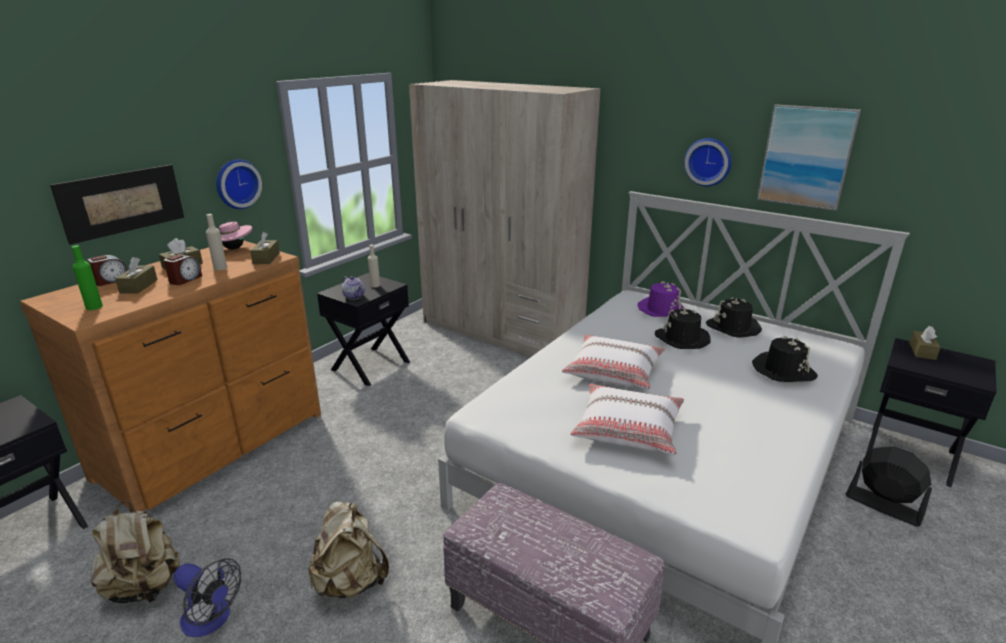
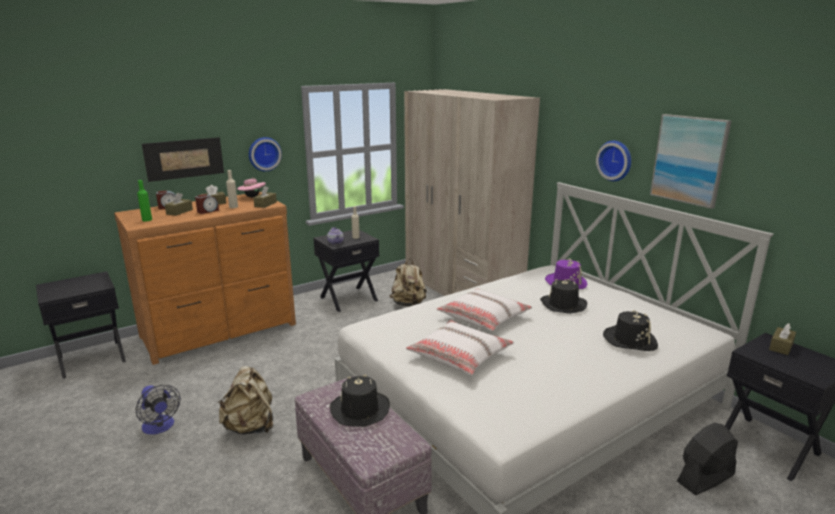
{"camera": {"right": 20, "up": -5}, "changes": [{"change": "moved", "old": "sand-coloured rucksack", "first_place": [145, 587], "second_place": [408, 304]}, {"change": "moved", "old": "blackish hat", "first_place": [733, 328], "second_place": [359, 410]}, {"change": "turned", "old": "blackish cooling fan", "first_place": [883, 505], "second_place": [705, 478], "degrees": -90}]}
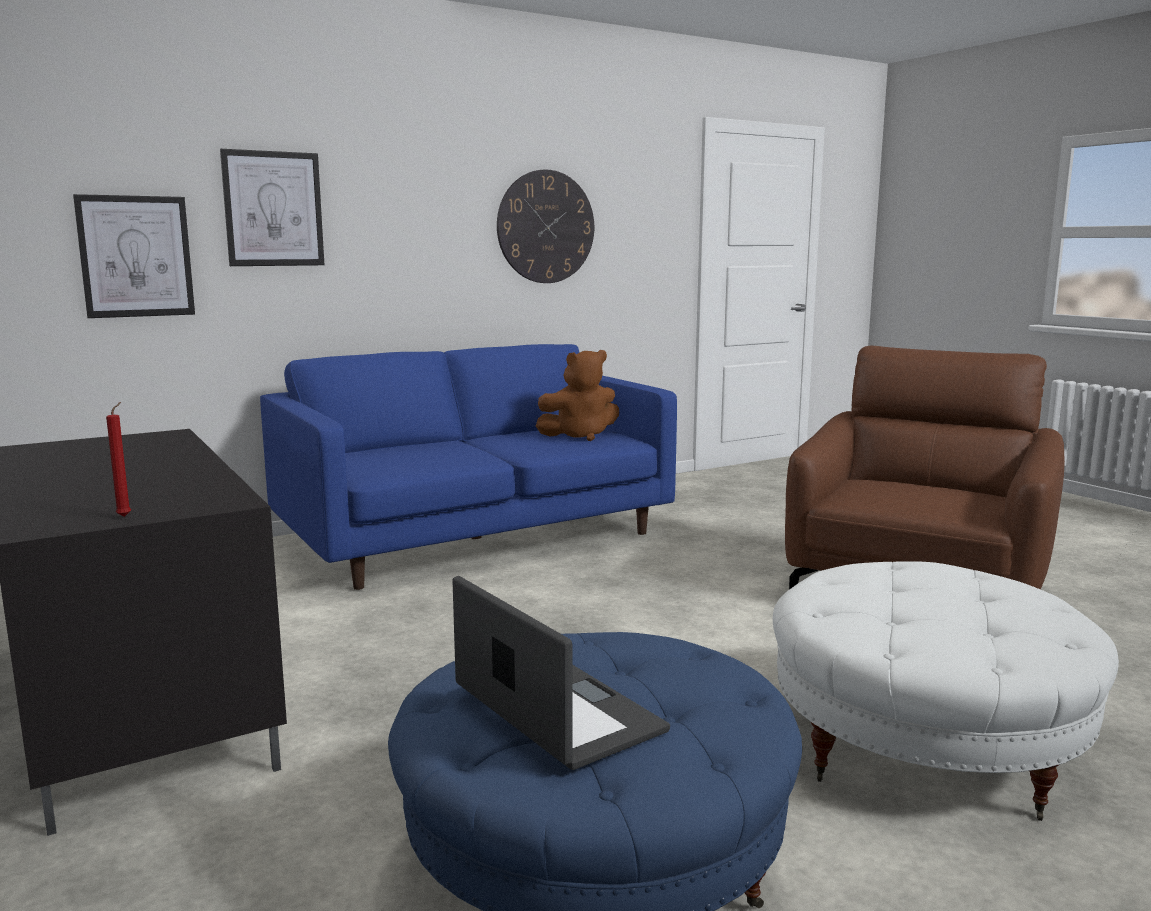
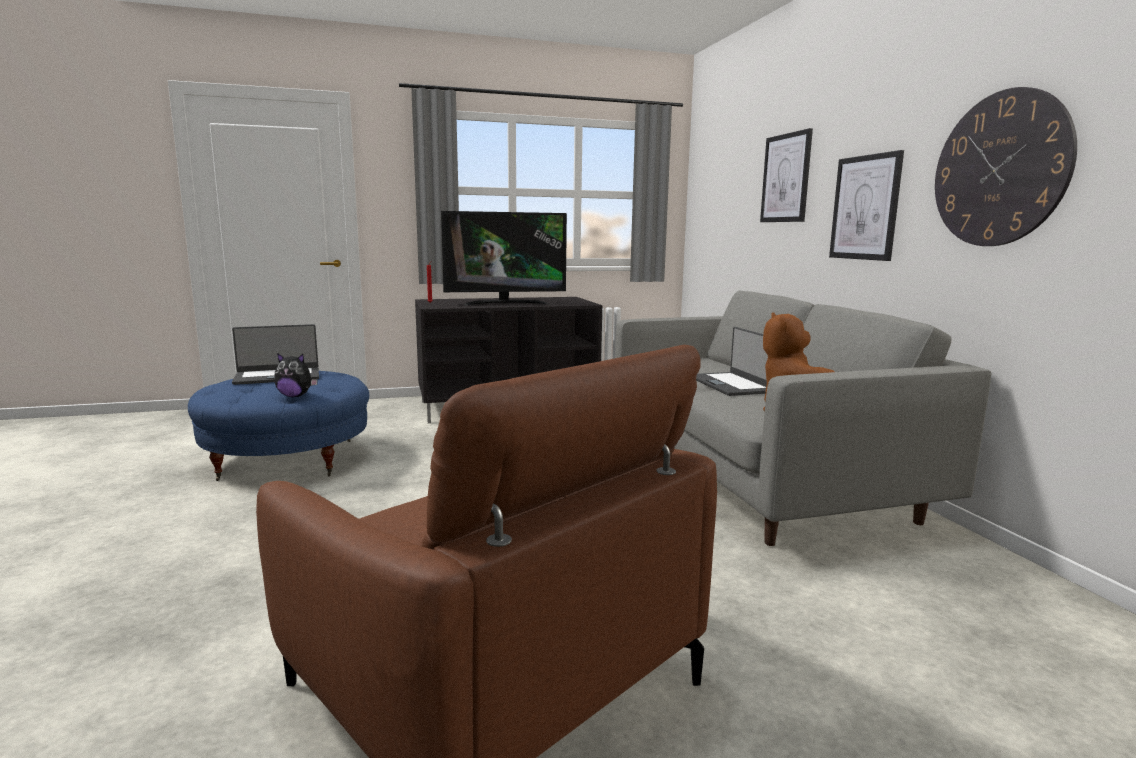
{"camera": {"right": 105, "up": 0}, "changes": [{"change": "moved", "old": "picture", "first_place": [136, 256], "second_place": [865, 208]}, {"change": "recoloured", "old": "blue-coloured settee", "new": "grey settee", "first_place": [475, 538], "second_place": [754, 473]}, {"change": "removed", "old": "whitish pouffe", "first_place": [924, 745]}, {"change": "added", "new": "cuddly toy", "second_place": [295, 396]}, {"change": "added", "new": "TV set", "second_place": [505, 303]}, {"change": "added", "new": "notebook computer", "second_place": [732, 384]}]}
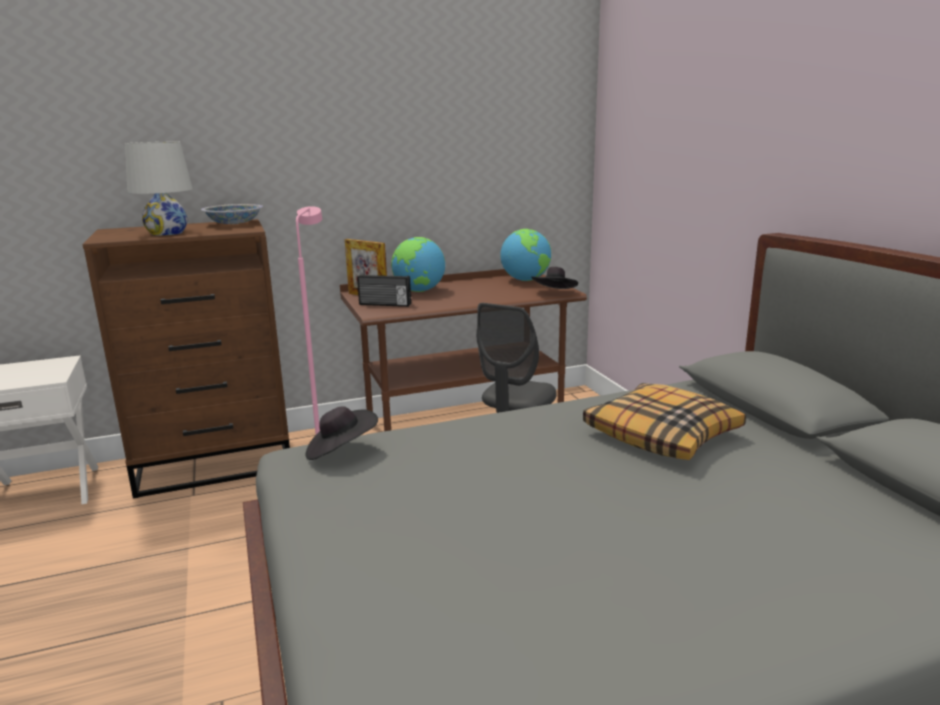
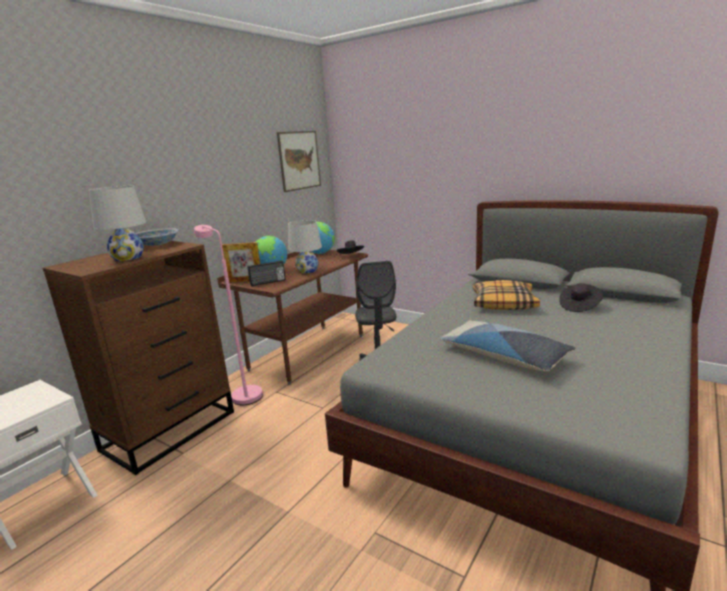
{"camera": {"right": -35, "up": 0}, "changes": [{"change": "moved", "old": "blackish hat", "first_place": [341, 451], "second_place": [579, 306]}, {"change": "added", "new": "picture", "second_place": [299, 160]}, {"change": "added", "new": "whitish tabletop lamp", "second_place": [307, 271]}, {"change": "added", "new": "pillow", "second_place": [503, 356]}]}
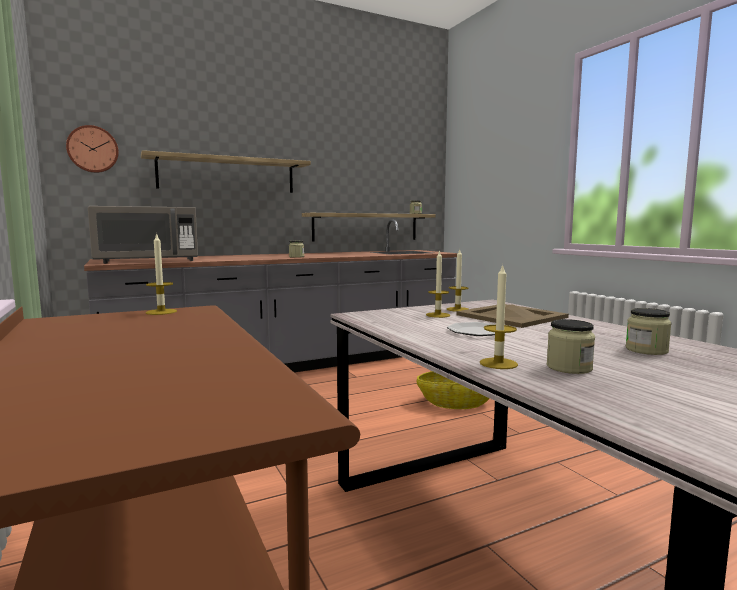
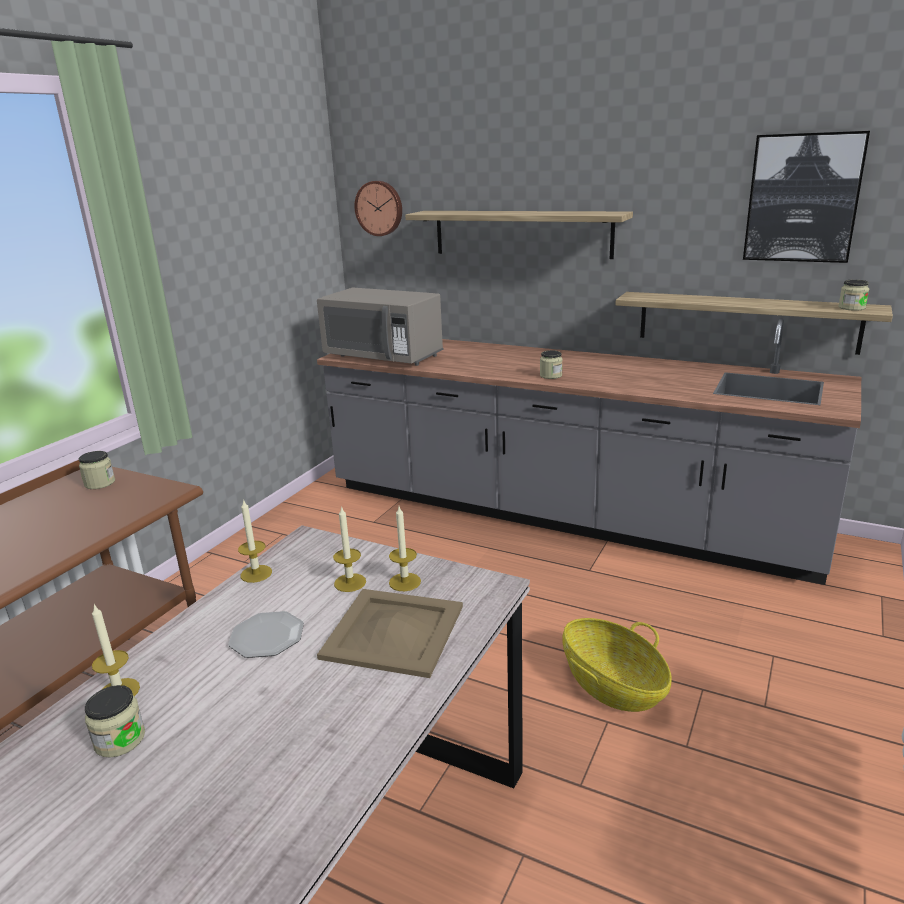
{"camera": {"right": 55, "up": 15}, "changes": [{"change": "moved", "old": "wax candle", "first_place": [161, 312], "second_place": [256, 573]}, {"change": "moved", "old": "preserve jar", "first_place": [646, 350], "second_place": [100, 483]}, {"change": "added", "new": "picture", "second_place": [803, 198]}]}
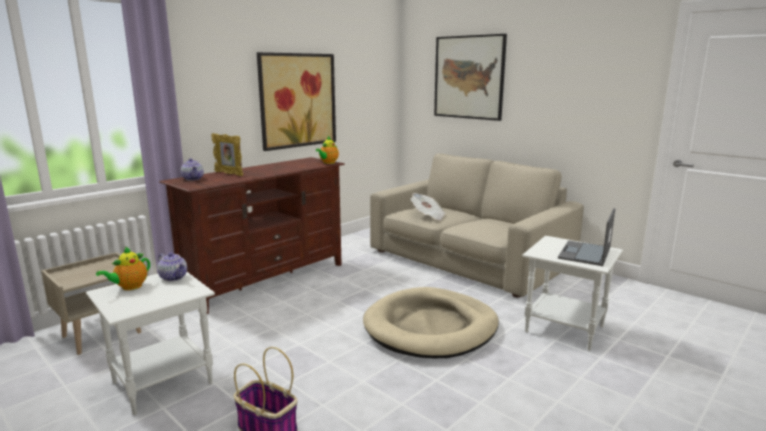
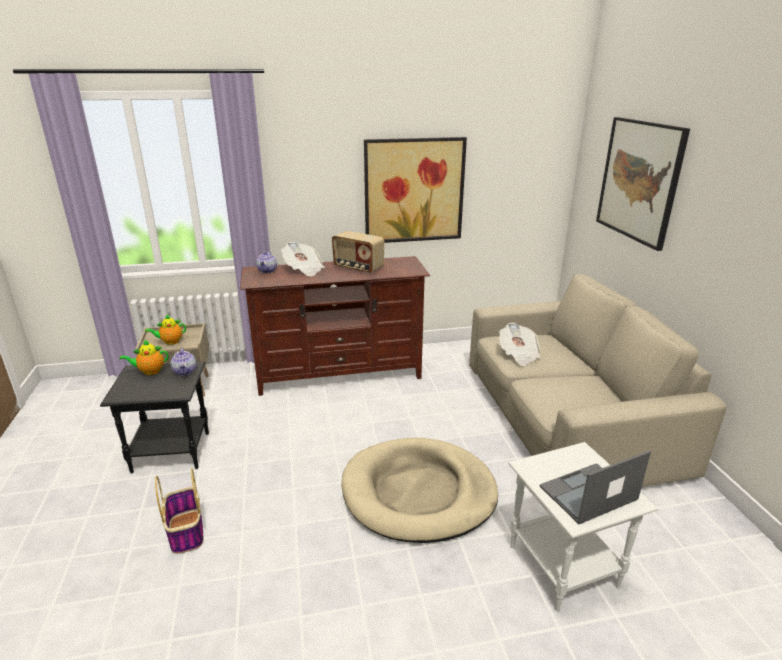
{"camera": {"right": 35, "up": 10}, "changes": [{"change": "recoloured", "old": "whitish accent table", "new": "blackish accent table", "first_place": [164, 382], "second_place": [172, 452]}, {"change": "replaced", "old": "photo frame", "new": "printed paper", "first_place": [229, 174], "second_place": [303, 270]}, {"change": "moved", "old": "tea pot", "first_place": [328, 163], "second_place": [170, 342]}, {"change": "added", "new": "radio set", "second_place": [358, 268]}]}
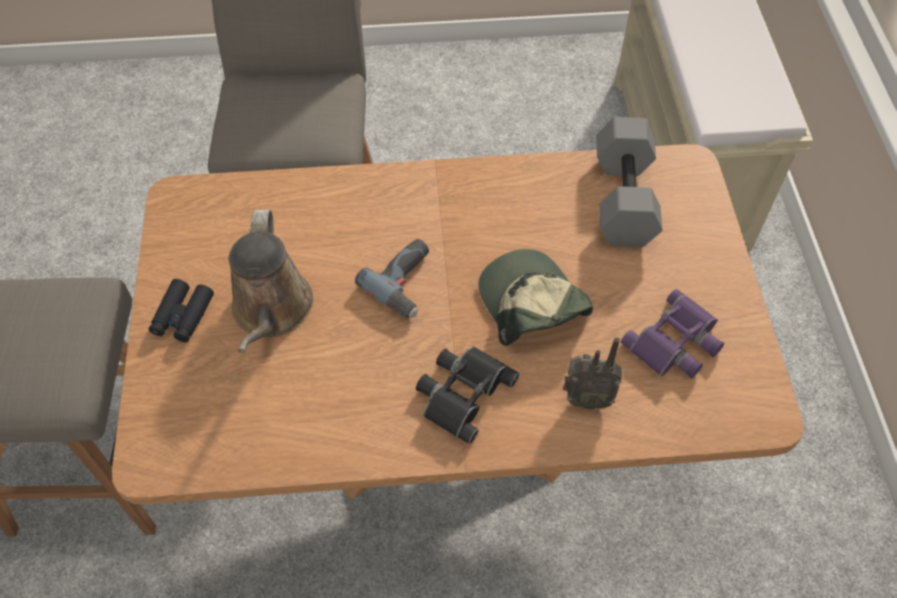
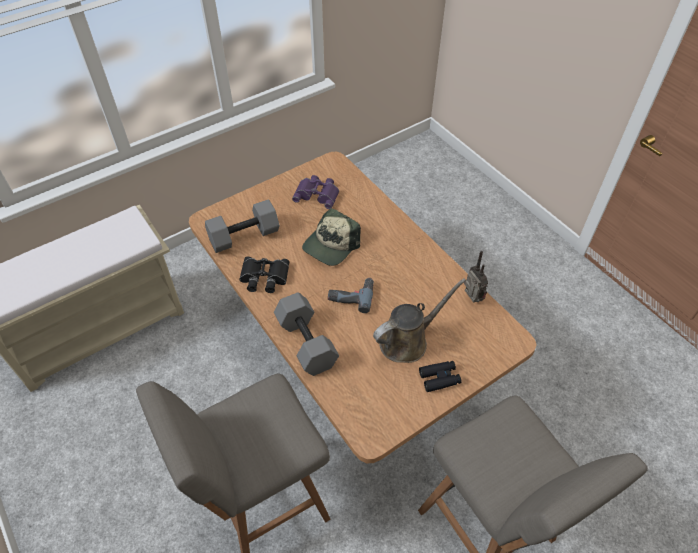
{"camera": {"right": -120, "up": -5}, "changes": [{"change": "moved", "old": "blackish binoculars", "first_place": [462, 392], "second_place": [264, 278]}, {"change": "moved", "old": "radio set", "first_place": [585, 399], "second_place": [471, 299]}, {"change": "added", "new": "grey free weight", "second_place": [305, 342]}]}
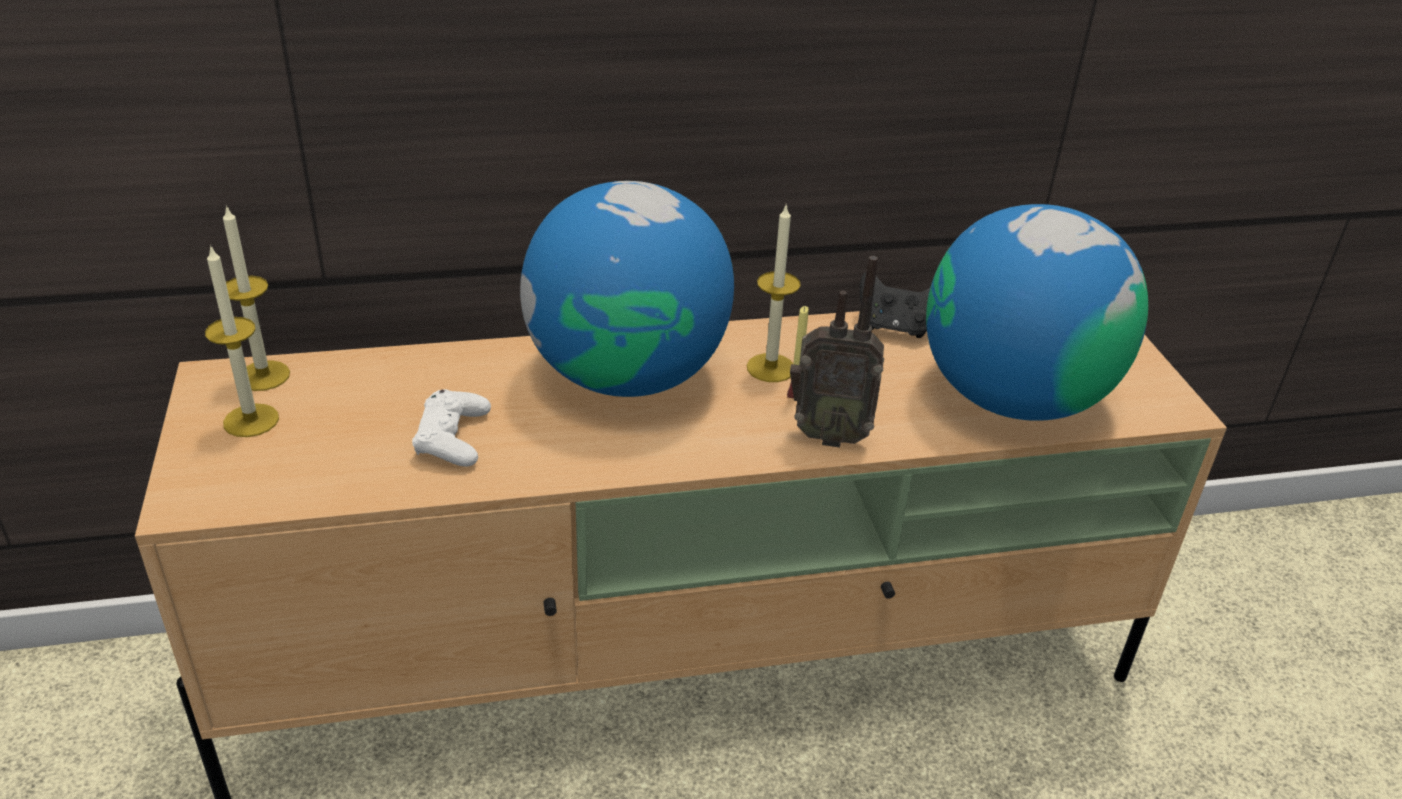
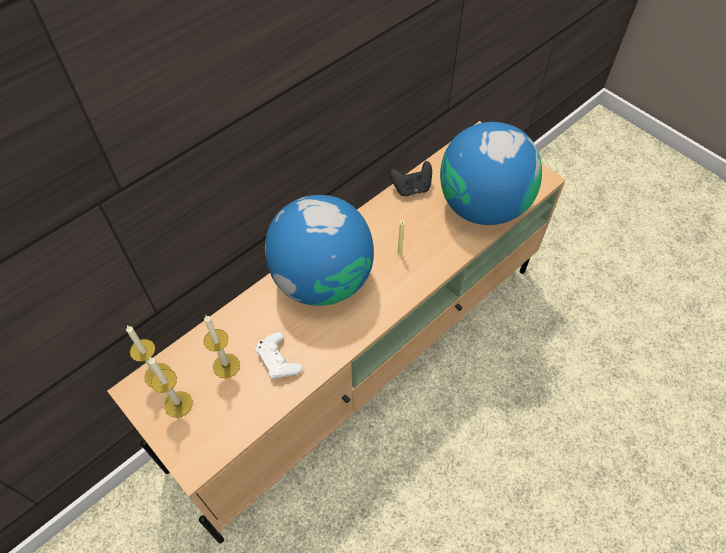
{"camera": {"right": -30, "up": 20}, "changes": [{"change": "moved", "old": "wax candle", "first_place": [770, 368], "second_place": [226, 365]}, {"change": "removed", "old": "radio set", "first_place": [827, 434]}]}
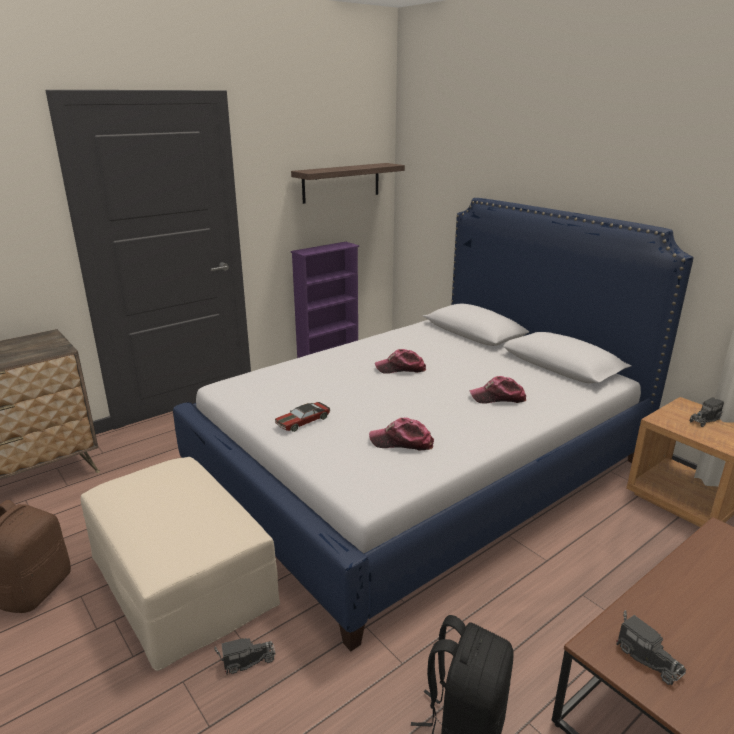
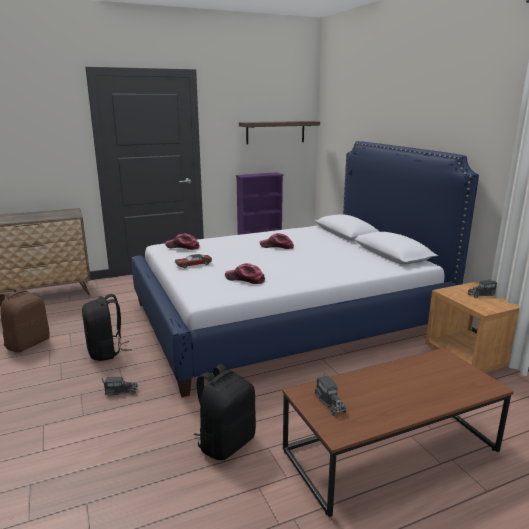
{"camera": {"right": 15, "up": -5}, "changes": [{"change": "replaced", "old": "sand-coloured pouffe", "new": "blackish rucksack", "first_place": [182, 582], "second_place": [106, 352]}, {"change": "moved", "old": "baseball cap", "first_place": [498, 398], "second_place": [183, 247]}]}
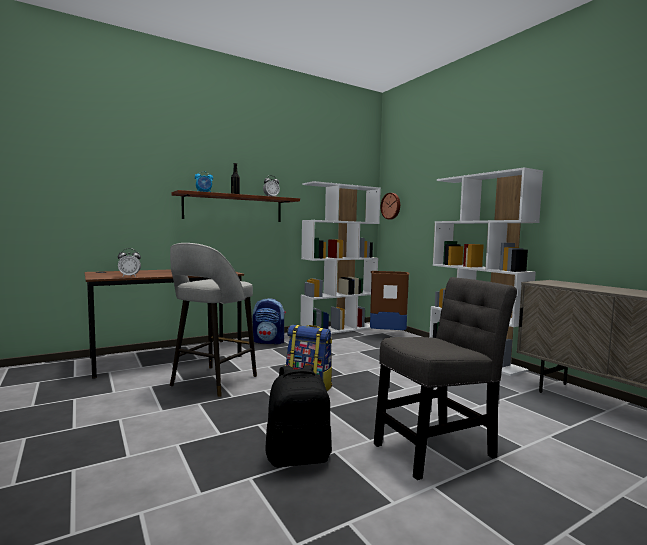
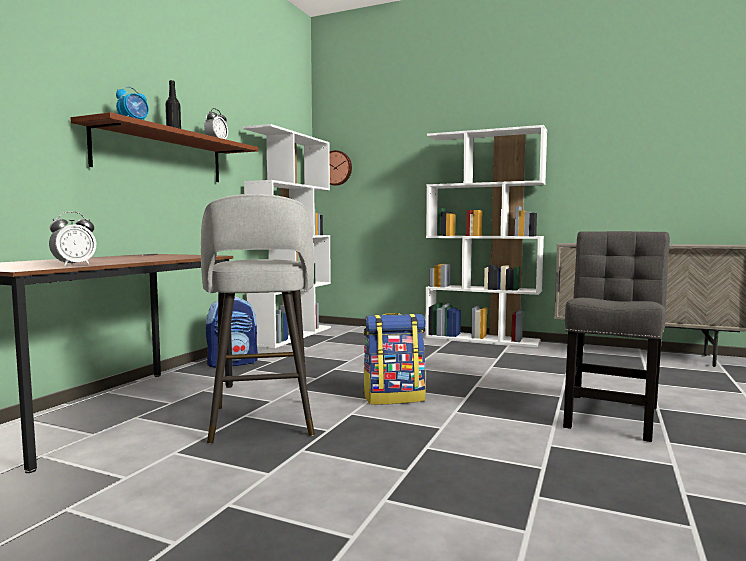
{"camera": {"right": -35, "up": 0}, "changes": [{"change": "removed", "old": "blackish rucksack", "first_place": [298, 457]}, {"change": "removed", "old": "brown rubbish bin", "first_place": [387, 334]}]}
